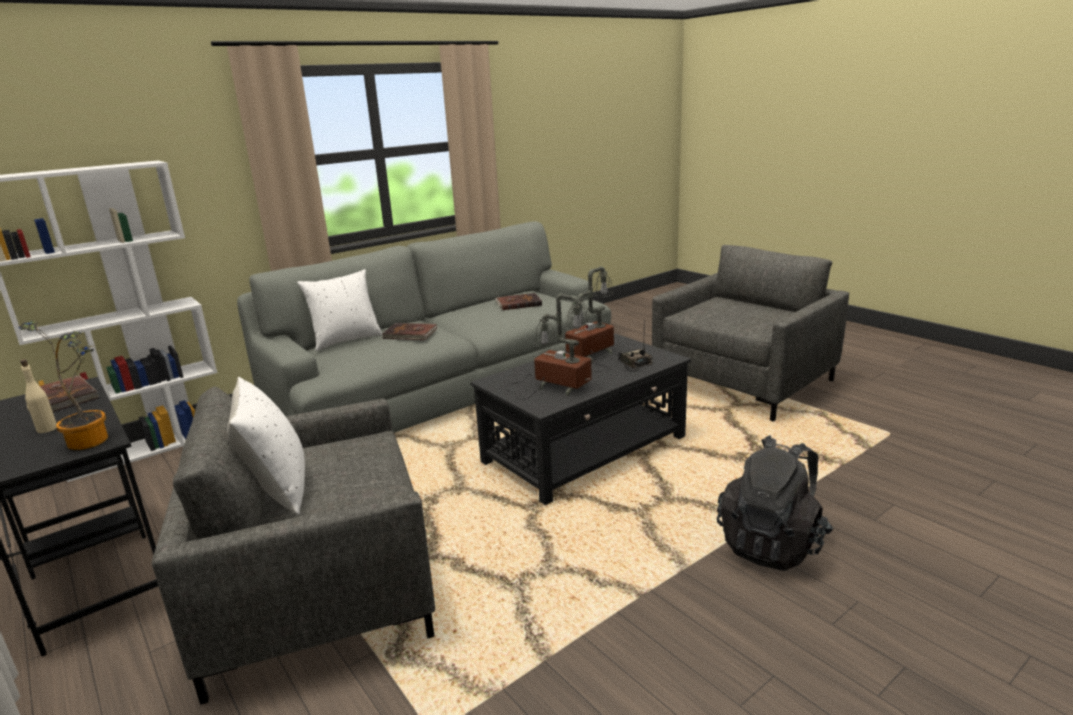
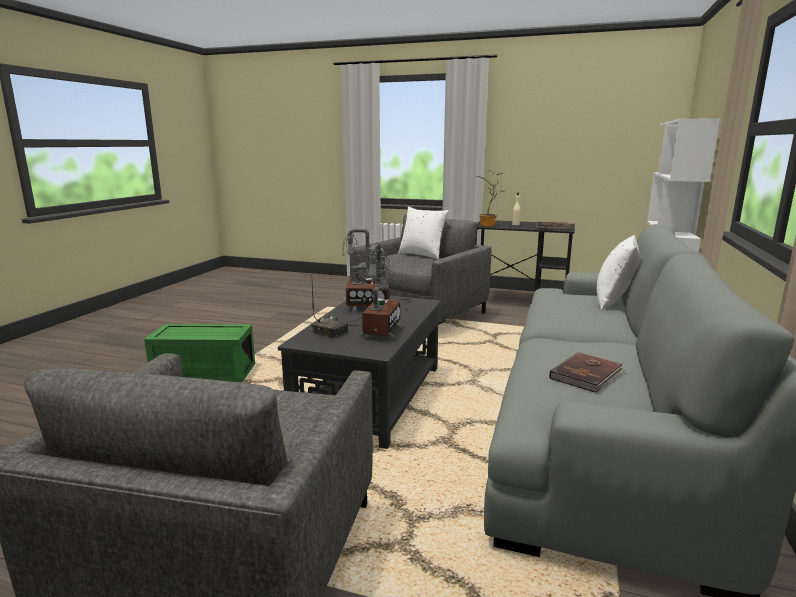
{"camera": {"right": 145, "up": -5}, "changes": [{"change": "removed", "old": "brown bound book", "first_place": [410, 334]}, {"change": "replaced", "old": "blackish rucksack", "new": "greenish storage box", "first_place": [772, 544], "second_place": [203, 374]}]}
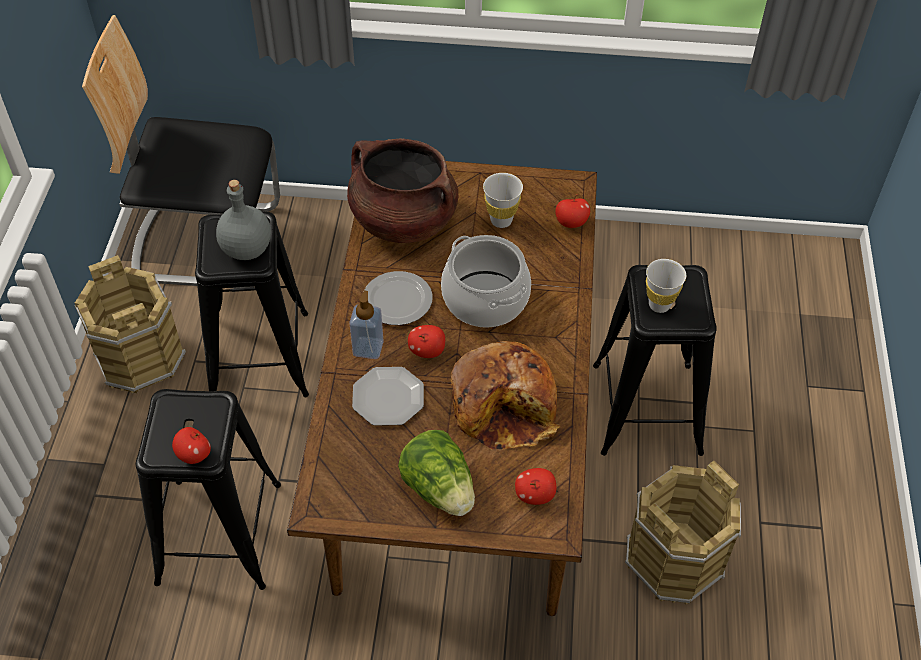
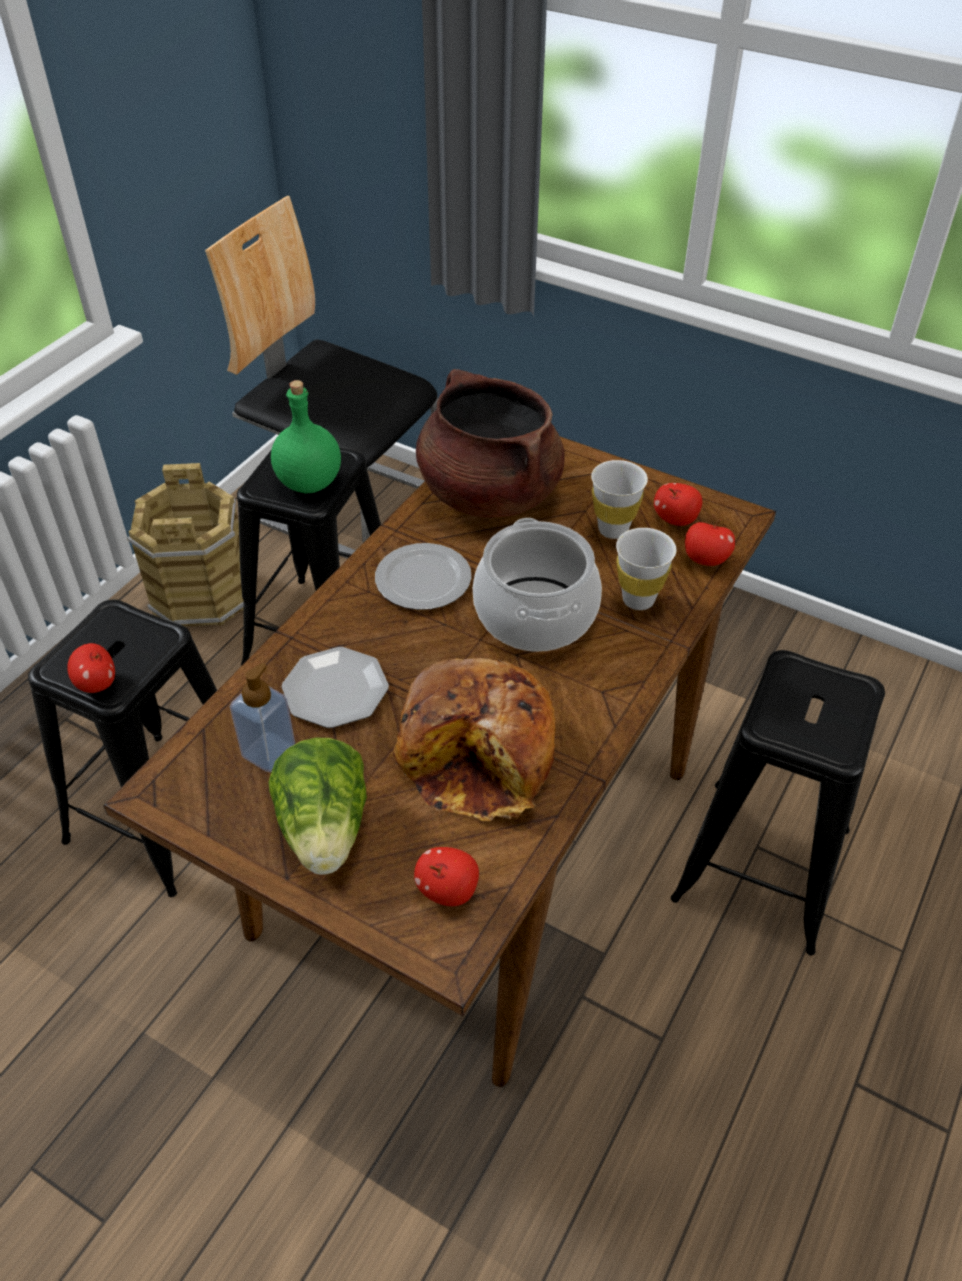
{"camera": {"right": 25, "up": -5}, "changes": [{"change": "recoloured", "old": "grey beverage bottle", "new": "greenish beverage bottle", "first_place": [247, 249], "second_place": [310, 482]}, {"change": "moved", "old": "liquid soap bottle", "first_place": [368, 348], "second_place": [269, 752]}, {"change": "moved", "old": "apple", "first_place": [427, 351], "second_place": [675, 519]}, {"change": "removed", "old": "brown water bucket", "first_place": [673, 558]}, {"change": "moved", "old": "whitish drinking cup", "first_place": [659, 305], "second_place": [638, 600]}]}
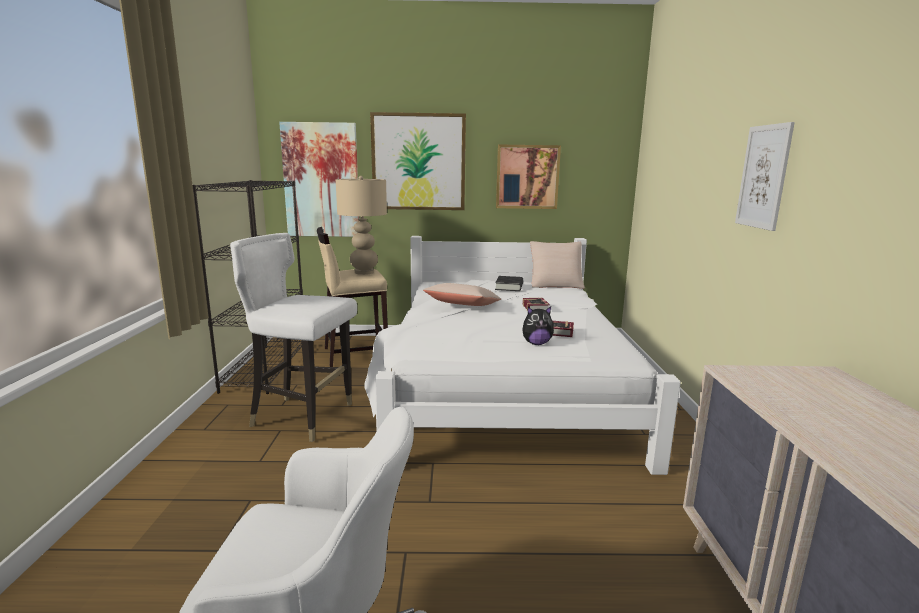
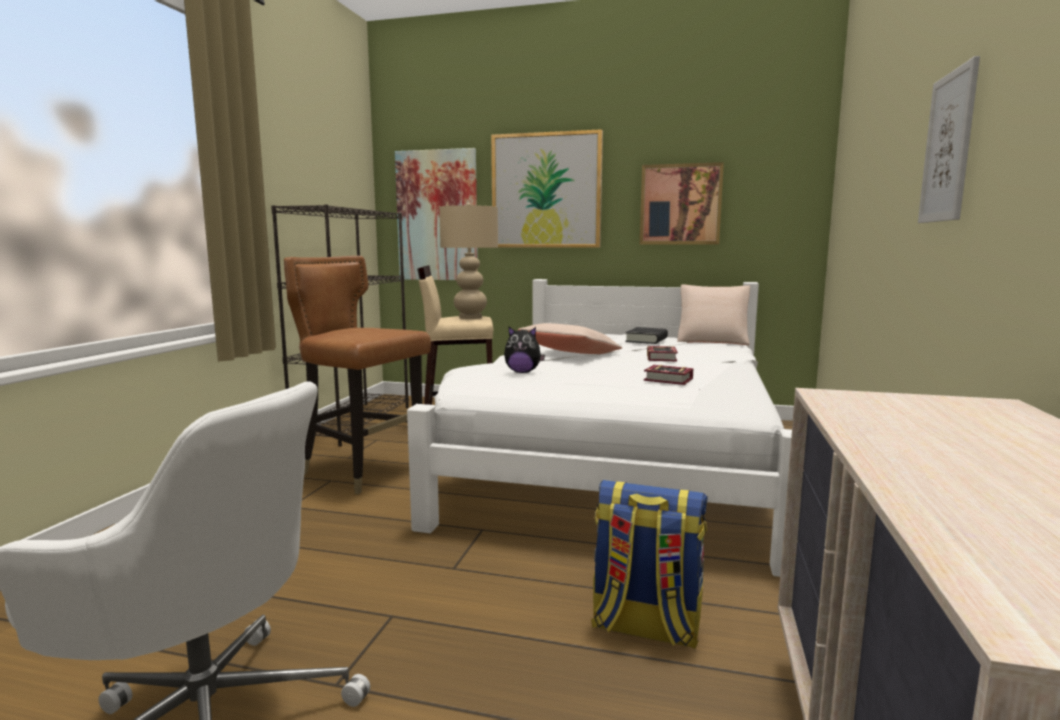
{"camera": {"right": 15, "up": -5}, "changes": [{"change": "recoloured", "old": "whitish upright chair", "new": "brown upright chair", "first_place": [303, 417], "second_place": [363, 470]}, {"change": "moved", "old": "cuddly toy", "first_place": [536, 343], "second_place": [523, 372]}, {"change": "added", "new": "rucksack", "second_place": [644, 627]}]}
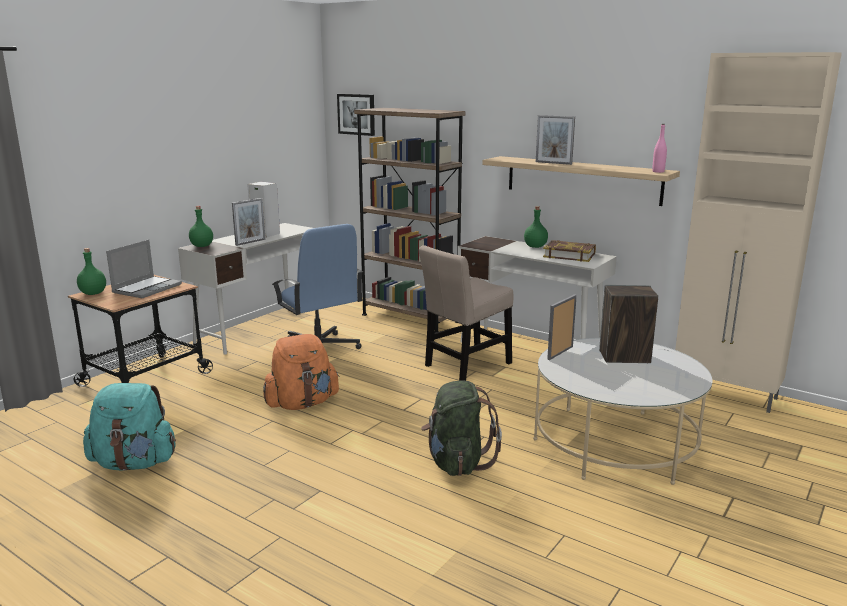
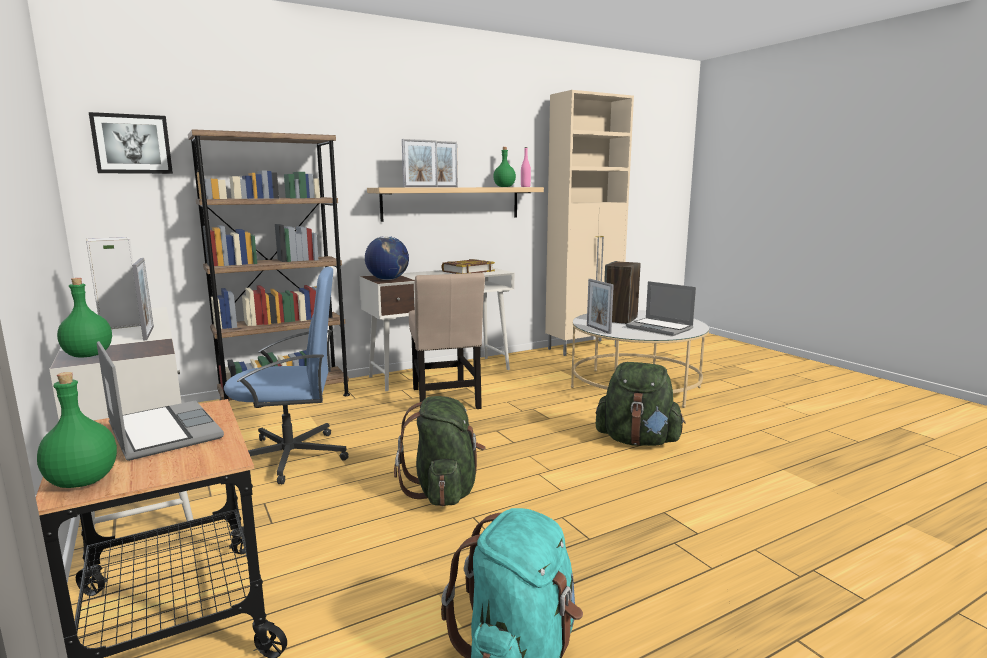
{"camera": {"right": -65, "up": -5}, "changes": [{"change": "recoloured", "old": "orange rucksack", "new": "greenish rucksack", "first_place": [302, 404], "second_place": [444, 491]}, {"change": "moved", "old": "greenish beverage bottle", "first_place": [535, 247], "second_place": [504, 187]}, {"change": "added", "new": "globe", "second_place": [387, 279]}, {"change": "added", "new": "photo frame", "second_place": [420, 187]}, {"change": "added", "new": "notebook computer", "second_place": [660, 328]}]}
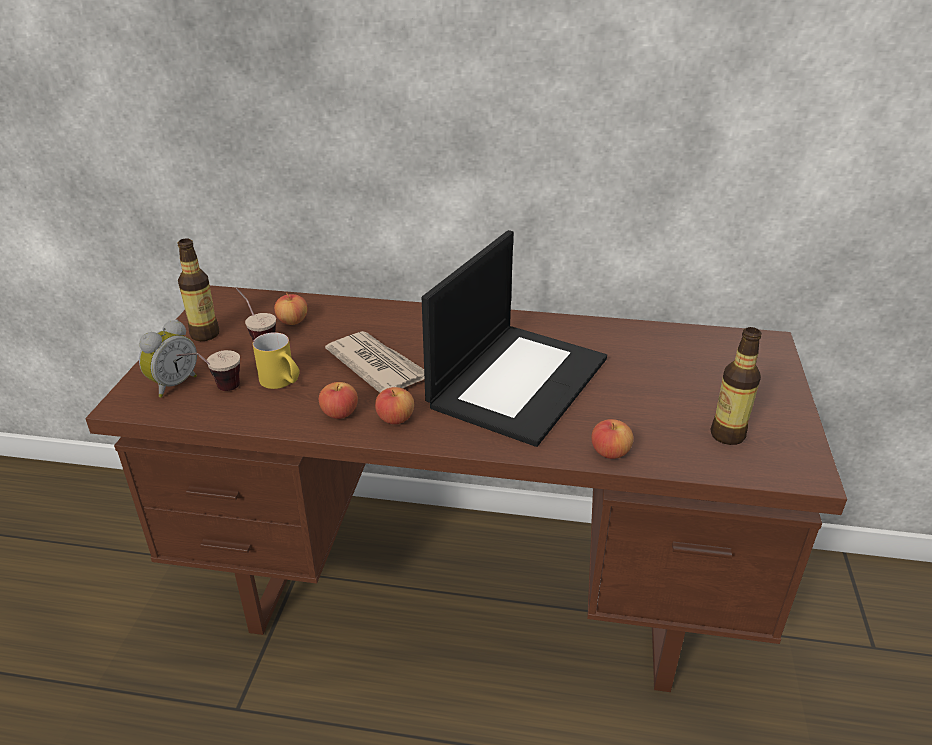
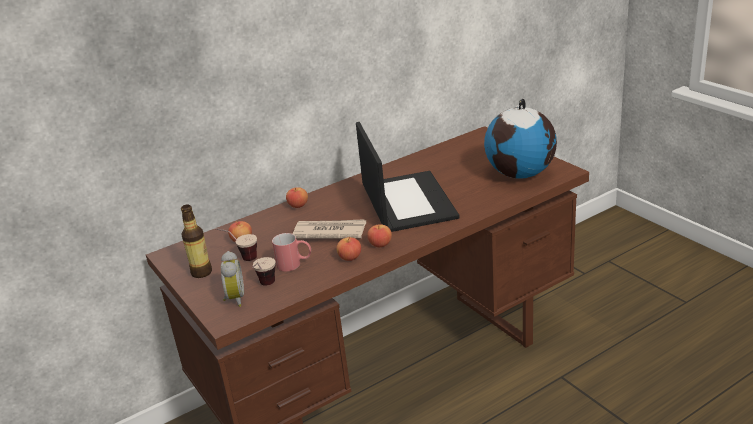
{"camera": {"right": -40, "up": -5}, "changes": [{"change": "recoloured", "old": "yellowish tea mug", "new": "red tea mug", "first_place": [282, 383], "second_place": [295, 264]}, {"change": "moved", "old": "apple", "first_place": [610, 452], "second_place": [298, 205]}, {"change": "replaced", "old": "beverage bottle", "new": "globe", "first_place": [727, 435], "second_place": [521, 174]}]}
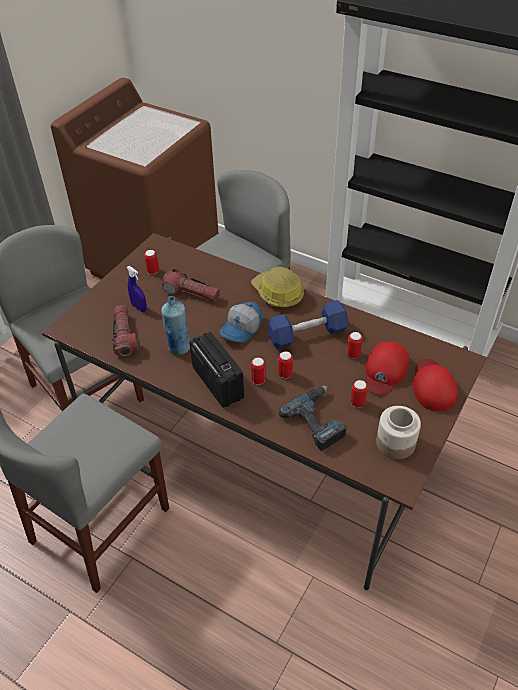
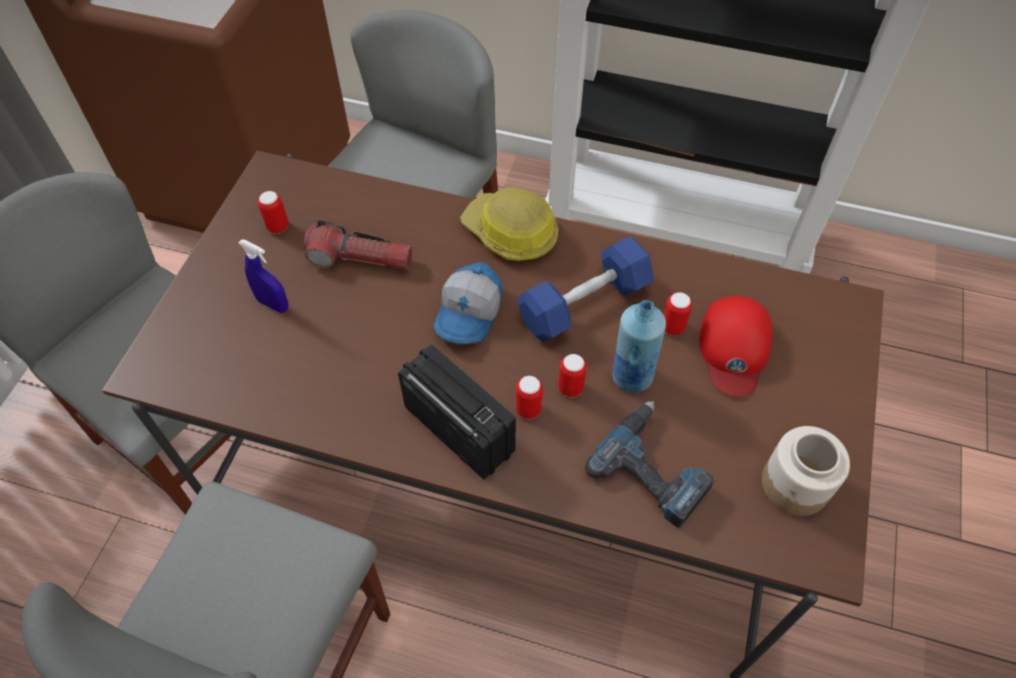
{"camera": {"right": -15, "up": 10}, "changes": [{"change": "removed", "old": "torch", "first_place": [124, 336]}, {"change": "moved", "old": "blue-coloured beverage bottle", "first_place": [179, 347], "second_place": [631, 376]}, {"change": "removed", "old": "sealed can", "first_place": [357, 403]}, {"change": "removed", "old": "red baseball cap", "first_place": [433, 386]}]}
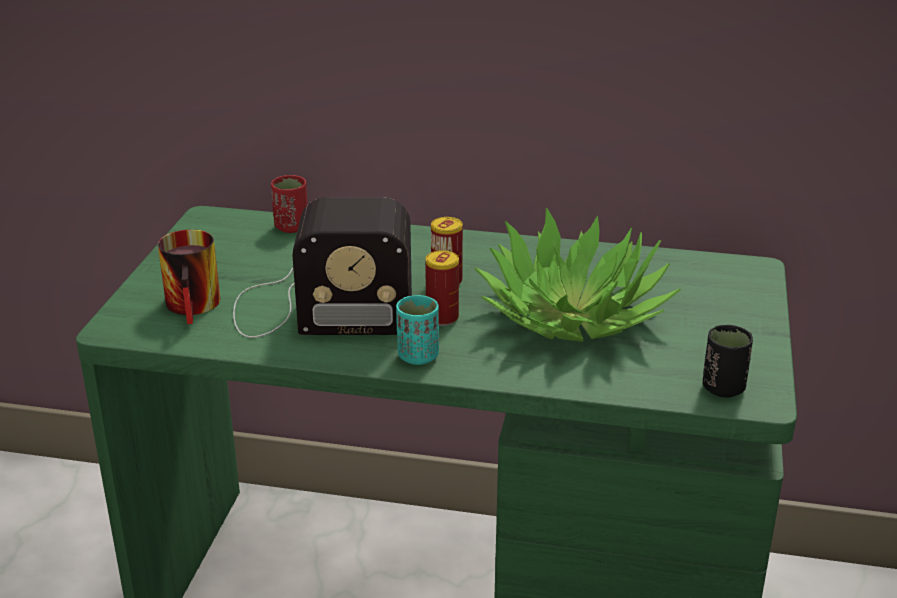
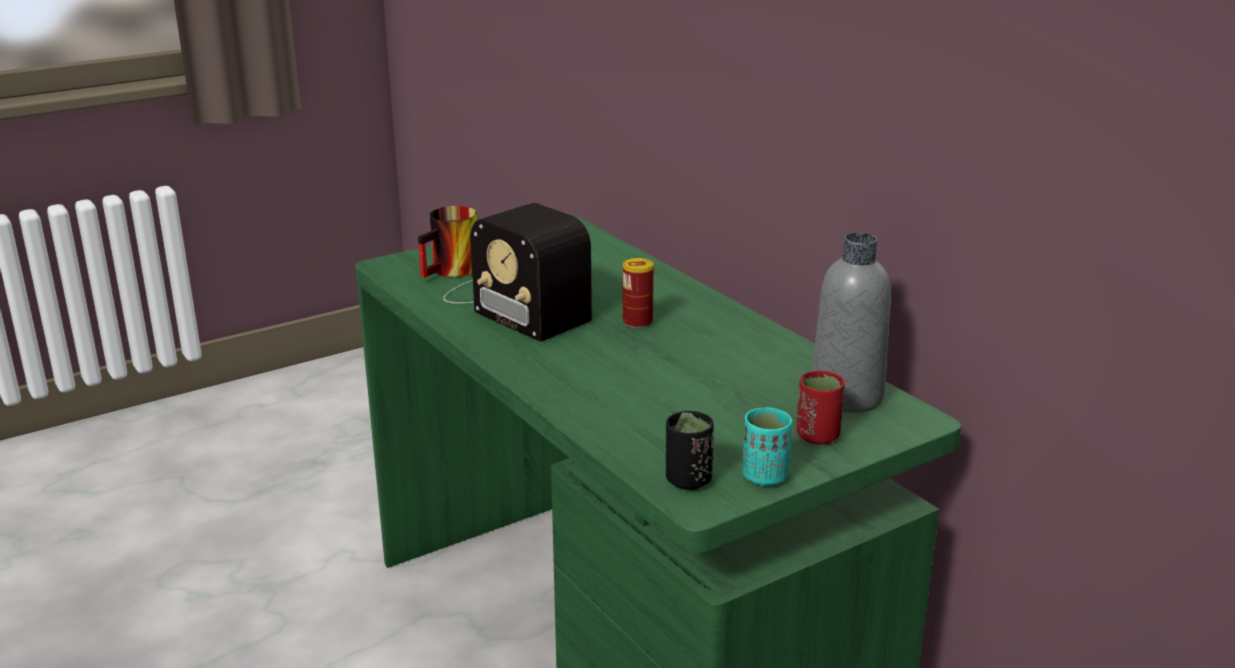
{"camera": {"right": 45, "up": -5}, "changes": [{"change": "moved", "old": "red drinking cup", "first_place": [291, 227], "second_place": [817, 436]}, {"change": "moved", "old": "blue-green drinking cup", "first_place": [418, 356], "second_place": [765, 477]}, {"change": "removed", "old": "sealed can", "first_place": [442, 318]}, {"change": "removed", "old": "houseplant", "first_place": [573, 315]}, {"change": "added", "new": "grey beverage bottle", "second_place": [846, 397]}]}
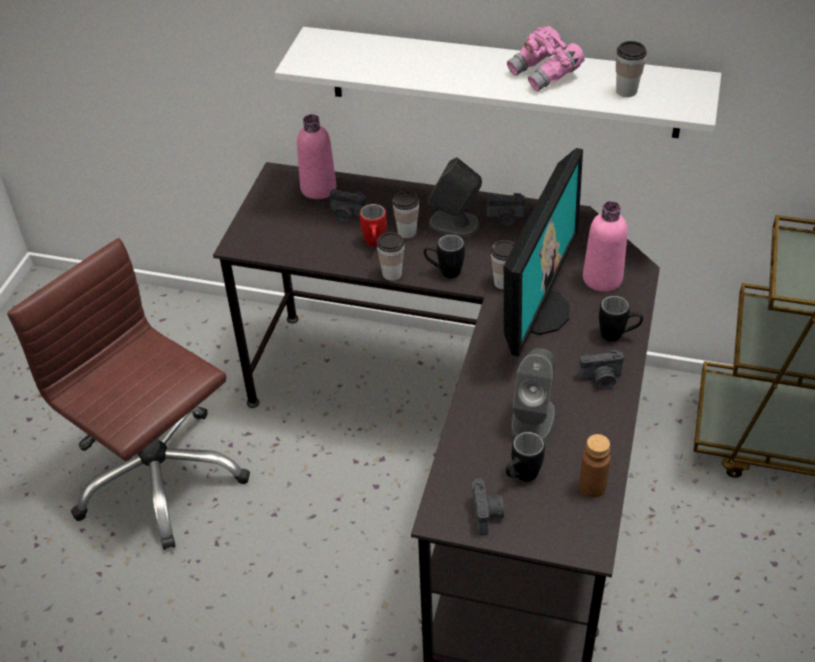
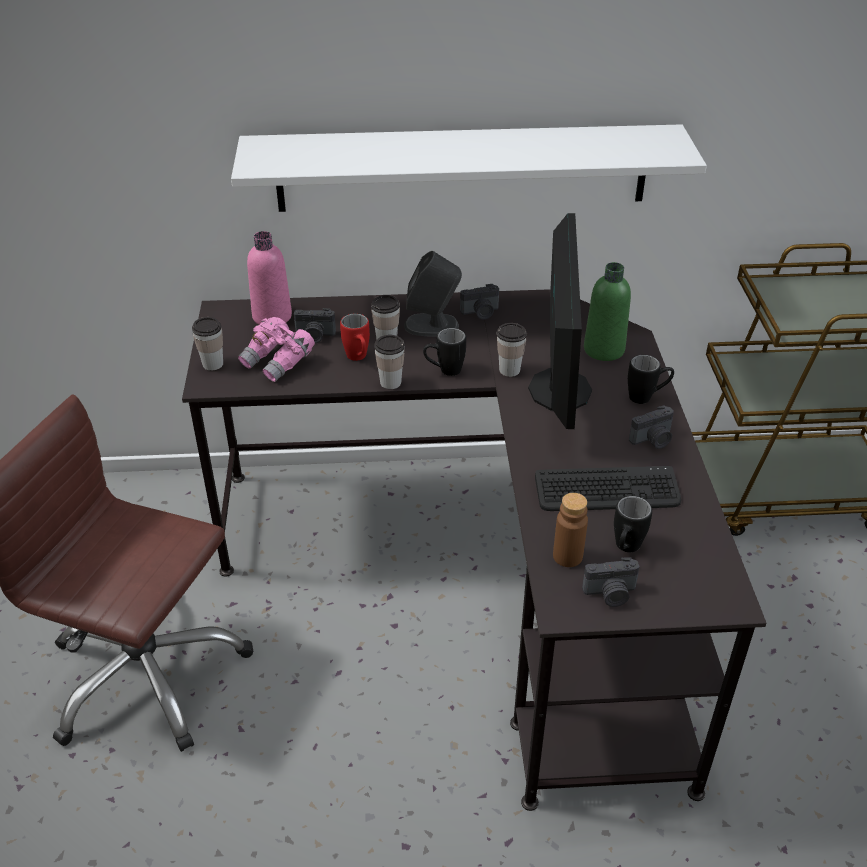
{"camera": {"right": -20, "up": -5}, "changes": [{"change": "turned", "old": "still camera", "first_place": [487, 514], "second_place": [610, 594], "degrees": 105}, {"change": "moved", "old": "pinkish binoculars", "first_place": [545, 74], "second_place": [278, 362]}, {"change": "replaced", "old": "grey speaker", "new": "computer keyboard", "first_place": [533, 419], "second_place": [607, 491]}, {"change": "moved", "old": "brown beverage bottle", "first_place": [592, 487], "second_place": [567, 556]}, {"change": "recoloured", "old": "pinkish beverage bottle", "new": "greenish beverage bottle", "first_place": [602, 279], "second_place": [604, 350]}, {"change": "moved", "old": "drinking cup", "first_place": [626, 91], "second_place": [213, 364]}]}
